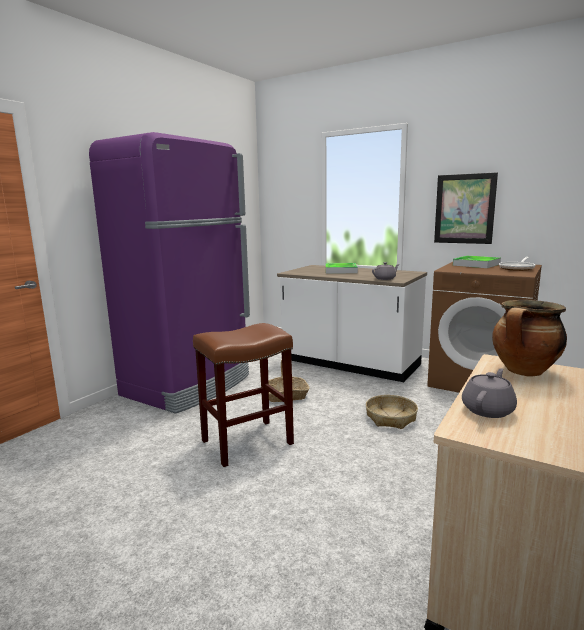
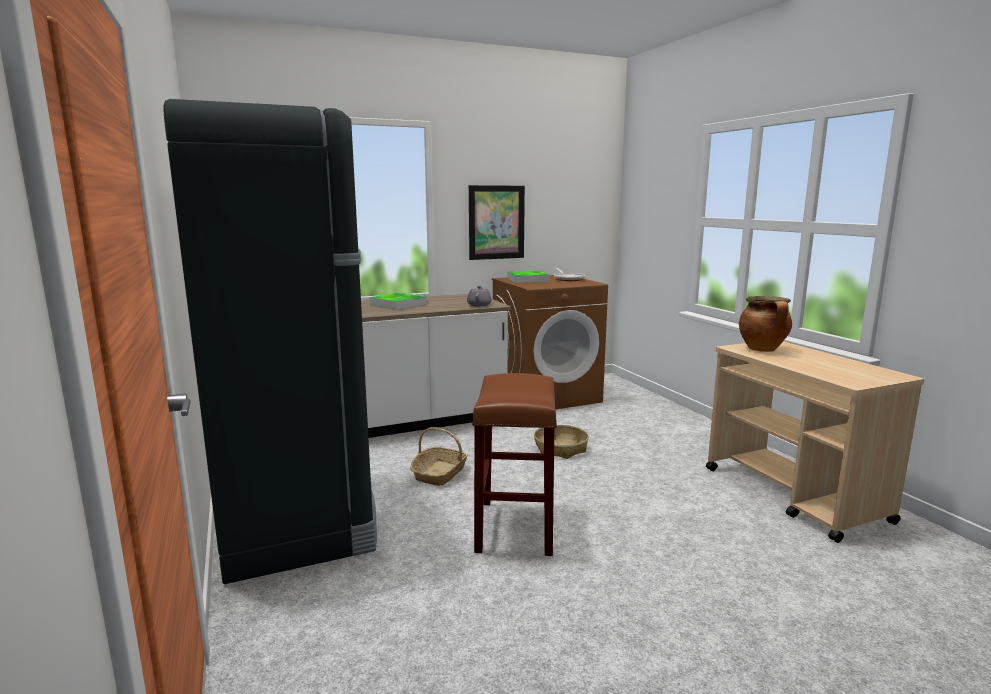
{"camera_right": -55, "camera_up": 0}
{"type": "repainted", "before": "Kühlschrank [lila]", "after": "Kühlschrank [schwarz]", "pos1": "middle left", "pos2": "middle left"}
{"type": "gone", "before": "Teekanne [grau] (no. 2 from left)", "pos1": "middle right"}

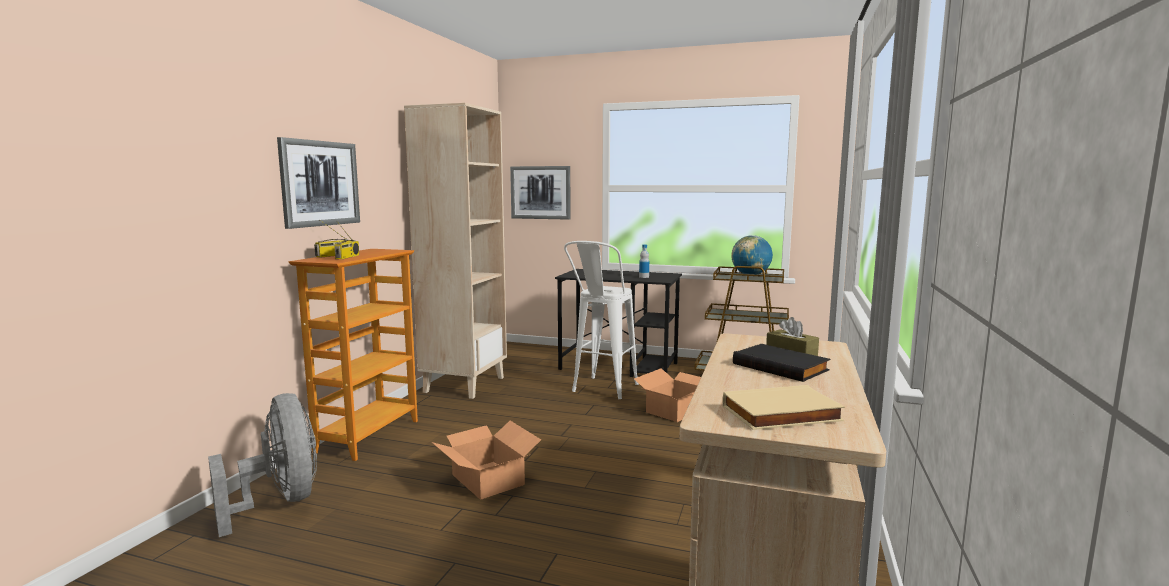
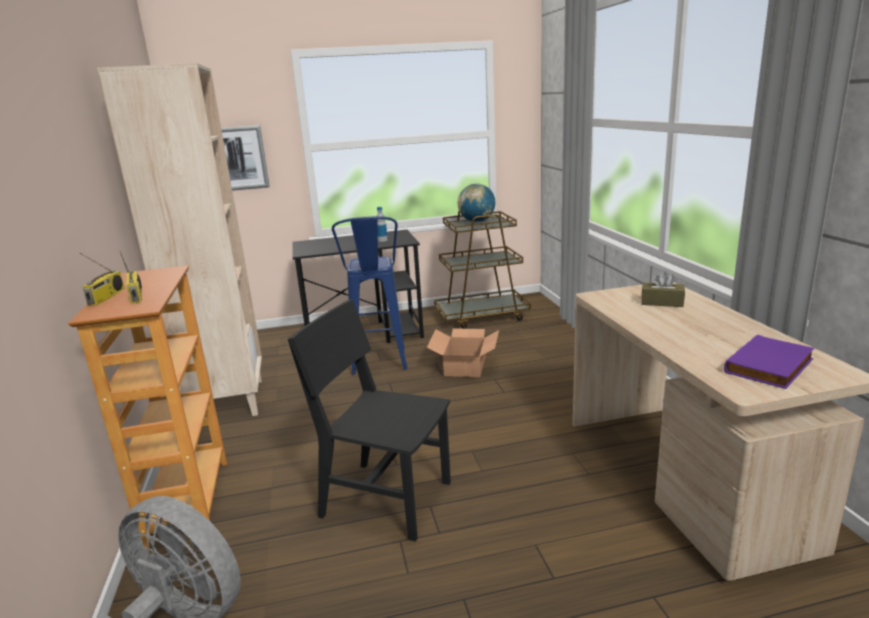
{"camera_right": -30, "camera_up": 10}
{"type": "swapped", "before": "Karton (no. 1 from left)", "after": "Stuhl [schwarz]", "pos1": "bottom centre", "pos2": "bottom centre"}
{"type": "repainted", "before": "Hocker [weiß]", "after": "Hocker [blau]", "pos1": "centre", "pos2": "centre"}
{"type": "repainted", "before": "Buch [beige]", "after": "Buch [lila]", "pos1": "bottom right", "pos2": "middle right"}
{"type": "gone", "before": "Bild (no. 1 from left)", "pos1": "top left"}
{"type": "gone", "before": "Buch [schwarz]", "pos1": "middle right"}

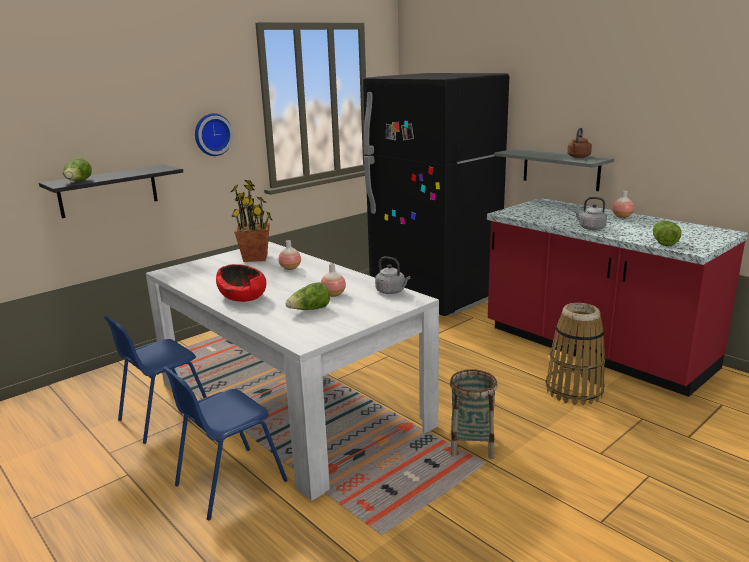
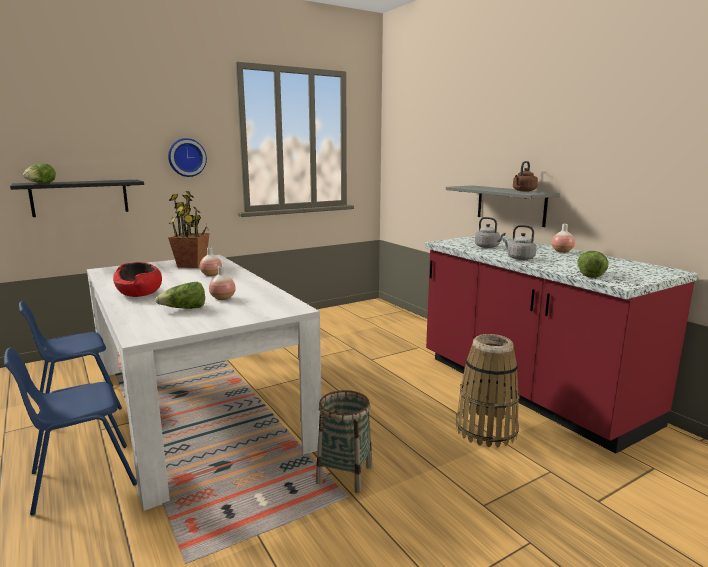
{"camera_right": 10, "camera_up": -5}
{"type": "shifted", "before": "Wasserkessel [grau] (no. 1 from left)", "pos1": "centre", "pos2": "middle right"}
{"type": "gone", "before": "Kühlschrank [schwarz]", "pos1": "centre"}

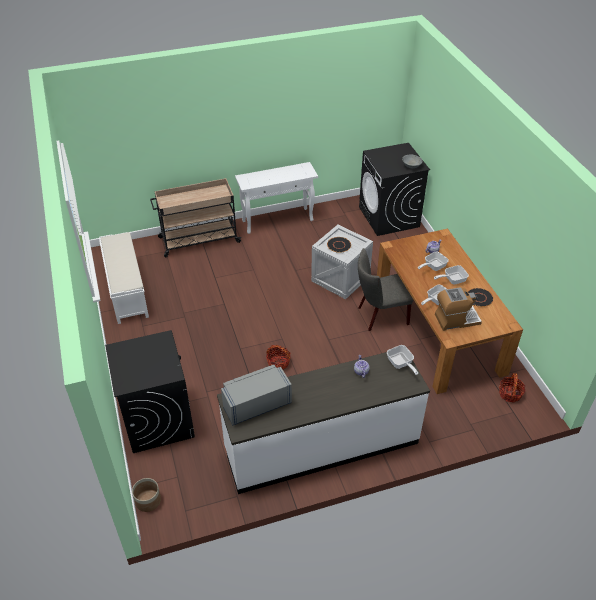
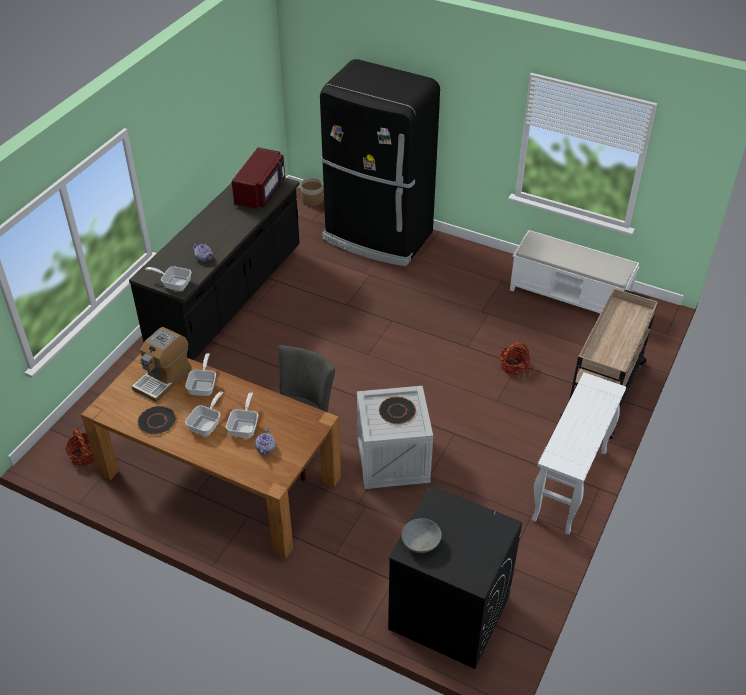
{"camera_right": 135, "camera_up": 0}
{"type": "repainted", "before": "Küchenzeile [weiß]", "after": "Küchenzeile [schwarz]", "pos1": "bottom centre", "pos2": "middle left"}
{"type": "repainted", "before": "Mikrowelle [grau]", "after": "Mikrowelle [rot]", "pos1": "centre", "pos2": "top centre"}
{"type": "swapped", "before": "Waschmaschine [schwarz] (no. 1 from left)", "after": "Kühlschrank [schwarz]", "pos1": "middle left", "pos2": "top centre"}
{"type": "shifted", "before": "Korb (no. 1 from left in the first image)", "after": "Korb (no. 2 from left)", "pos1": "centre", "pos2": "middle right"}

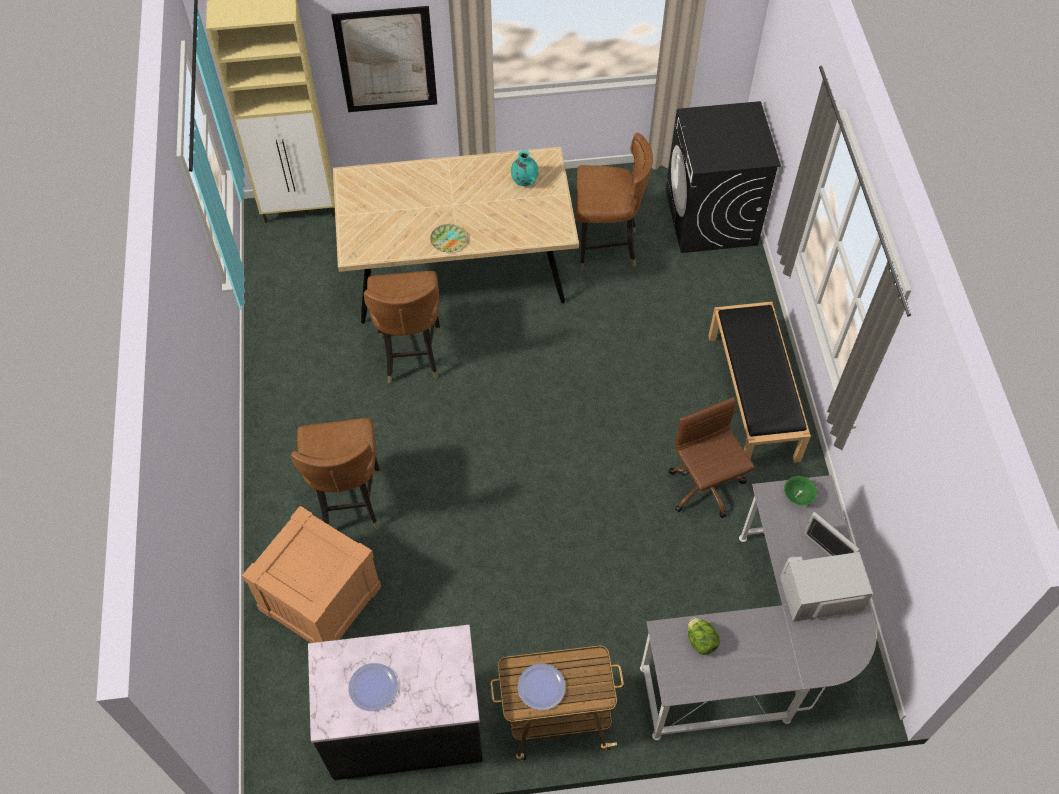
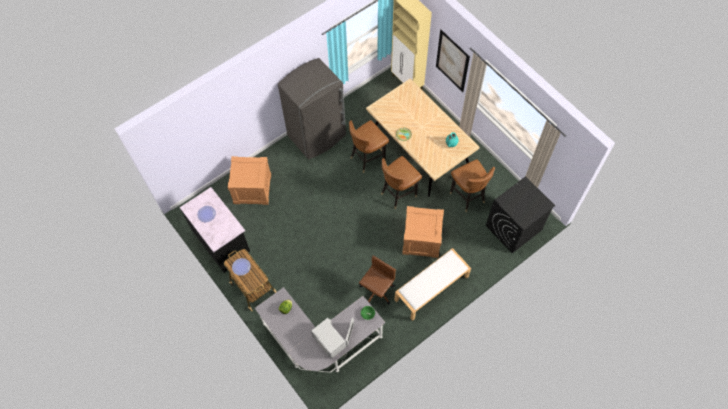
{"camera_right": 60, "camera_up": 5}
{"type": "new", "after": "Kühlschrank [grau]", "pos2": "top centre"}
{"type": "shifted", "before": "Stuhl [braun] (no. 1 from left in the first image)", "after": "Stuhl [braun] (no. 2 from left)", "pos1": "middle left", "pos2": "centre"}
{"type": "repainted", "before": "Bank [schwarz]", "after": "Bank [weiß]", "pos1": "middle right", "pos2": "bottom centre"}
{"type": "new", "after": "Kiste (no. 2 from left)", "pos2": "centre"}

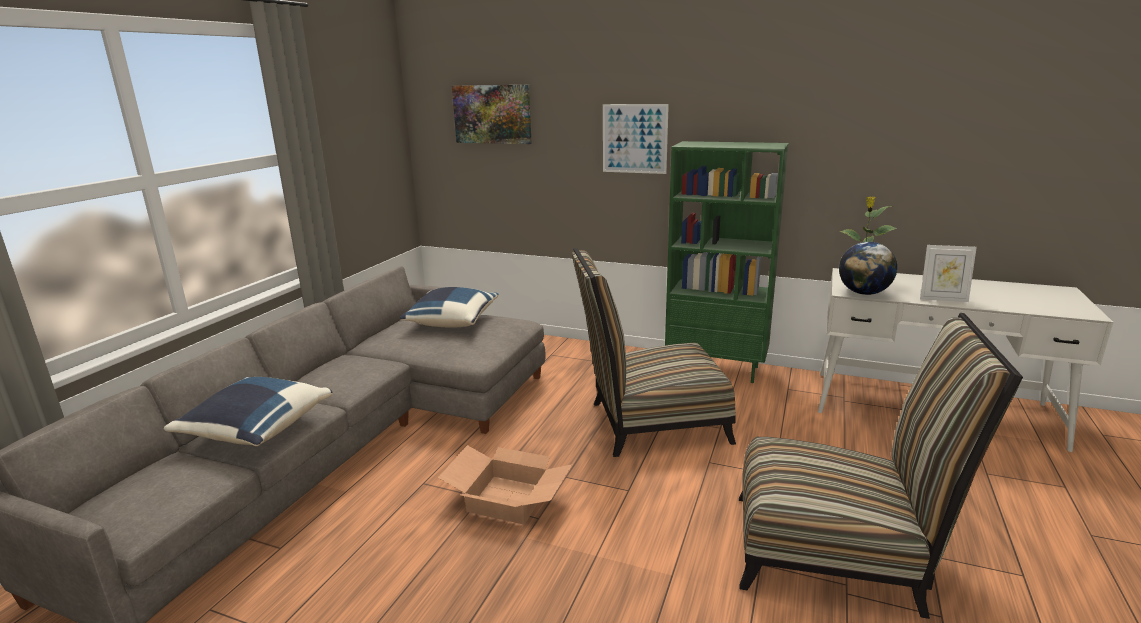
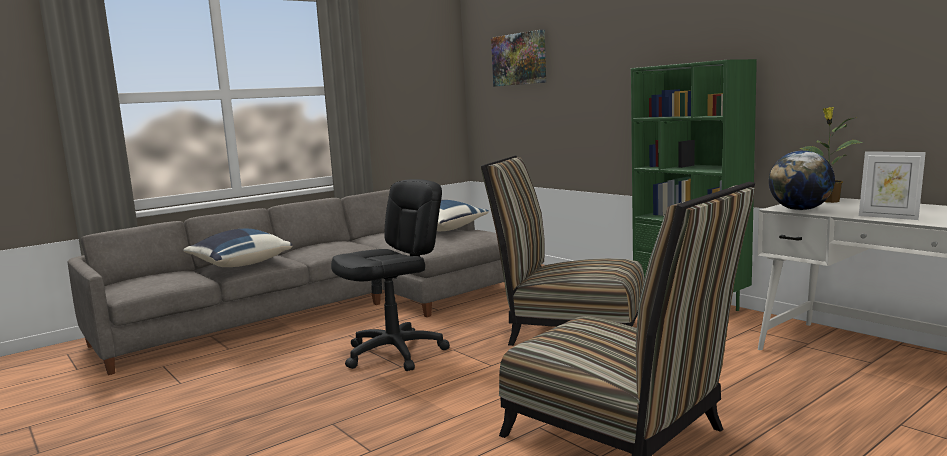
{"camera_right": 30, "camera_up": -10}
{"type": "swapped", "before": "Karton", "after": "Bürostuhl [schwarz]", "pos1": "bottom centre", "pos2": "centre"}
{"type": "gone", "before": "Bild (no. 2 from left)", "pos1": "top centre"}

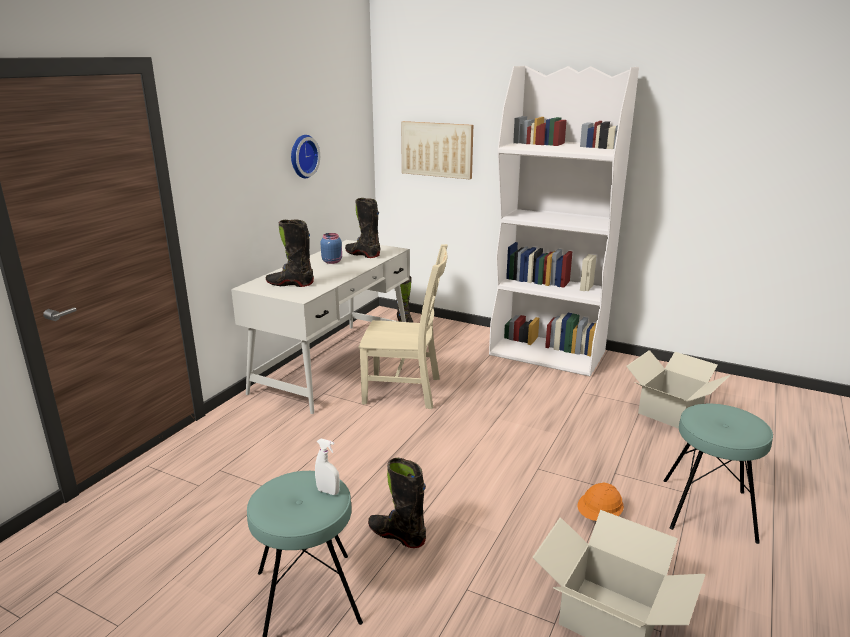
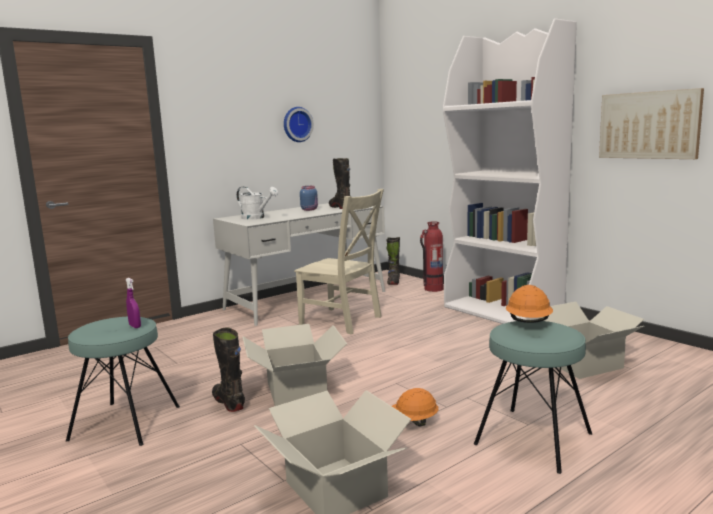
{"camera_right": 25, "camera_up": -10}
{"type": "repainted", "before": "Sprühflasche [weiß]", "after": "Sprühflasche [lila]", "pos1": "bottom centre", "pos2": "middle left"}
{"type": "swapped", "before": "Stiefel [schwarz] (no. 1 from left)", "after": "Gießkanne [weiß]", "pos1": "centre", "pos2": "centre"}
{"type": "new", "after": "Karton (no. 1 from left)", "pos2": "bottom centre"}
{"type": "new", "after": "Feuerlöscher", "pos2": "centre"}
{"type": "new", "after": "Schutzhelm [orange] (no. 2 from left)", "pos2": "middle right"}
{"type": "shifted", "before": "Bild", "pos1": "top centre", "pos2": "top right"}

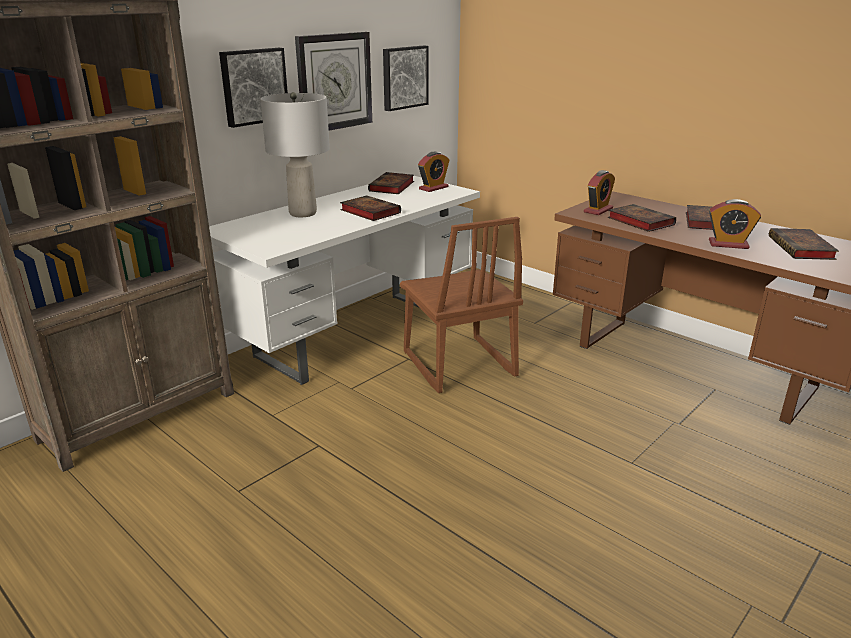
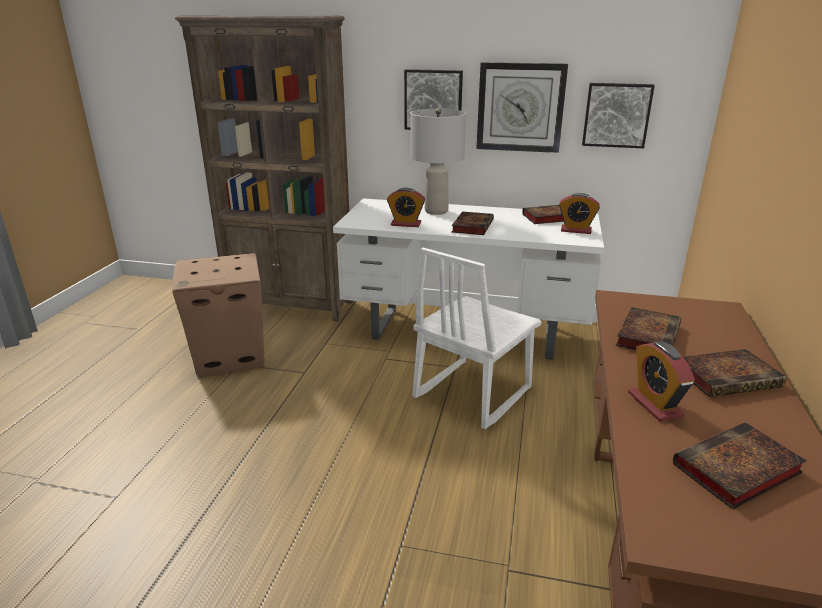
{"camera_right": 60, "camera_up": 0}
{"type": "new", "after": "Karton", "pos2": "middle left"}
{"type": "shifted", "before": "Wecker (no. 2 from left in the first image)", "after": "Wecker (no. 1 from left)", "pos1": "top right", "pos2": "centre"}
{"type": "repainted", "before": "Stuhl [braun]", "after": "Stuhl [weiß]", "pos1": "centre", "pos2": "centre"}

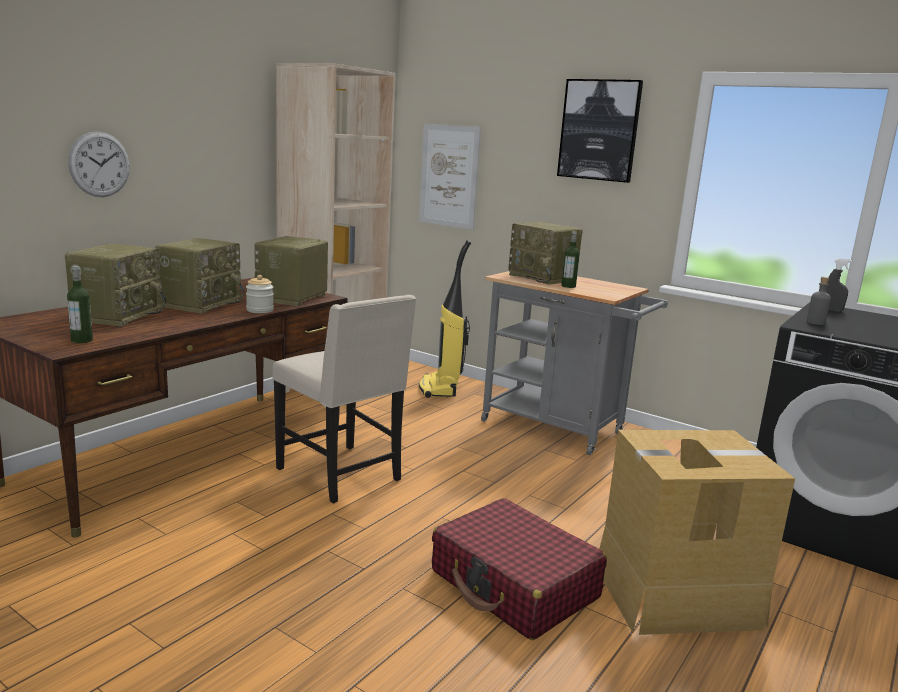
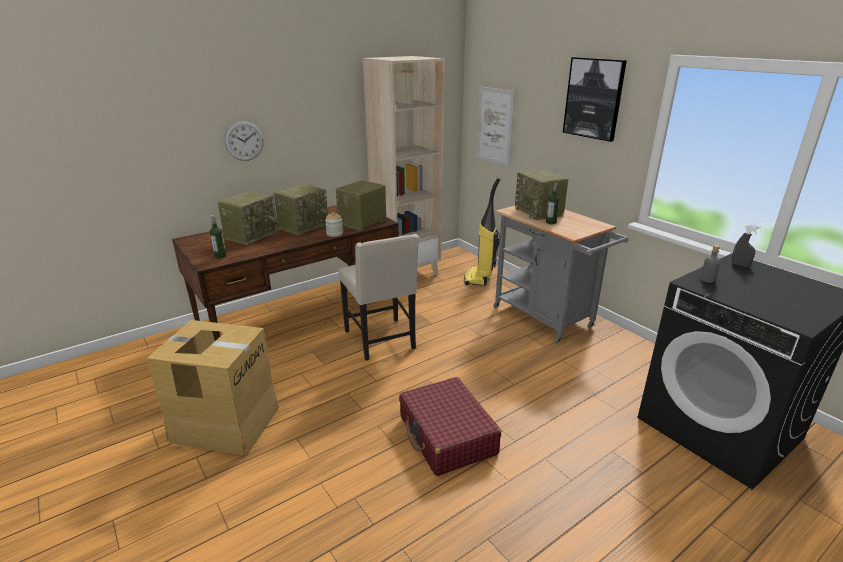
{"camera_right": 20, "camera_up": 10}
{"type": "shifted", "before": "Karton", "pos1": "bottom right", "pos2": "bottom left"}

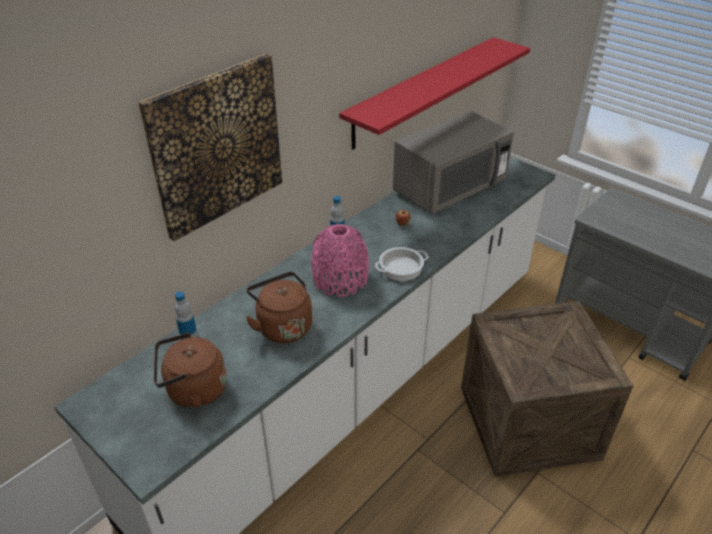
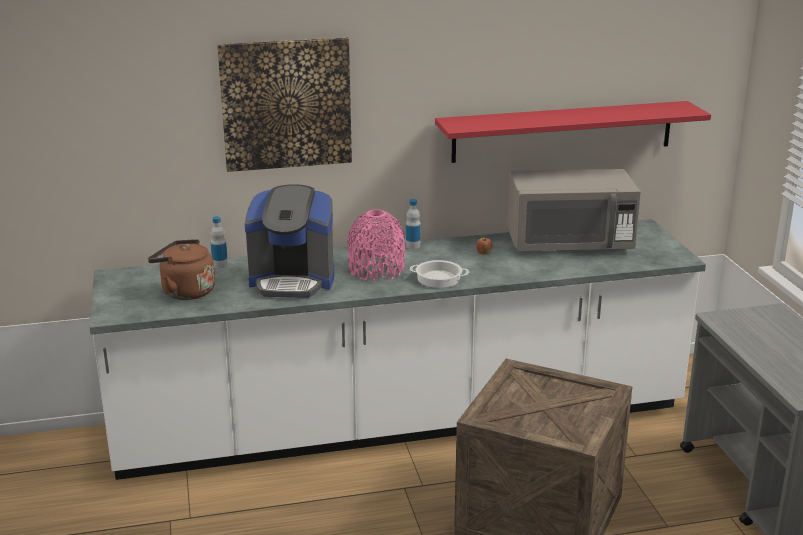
{"camera_right": 35, "camera_up": -15}
{"type": "swapped", "before": "Wasserkessel [braun] (no. 2 from left)", "after": "Kaffeemaschine", "pos1": "centre", "pos2": "centre"}

